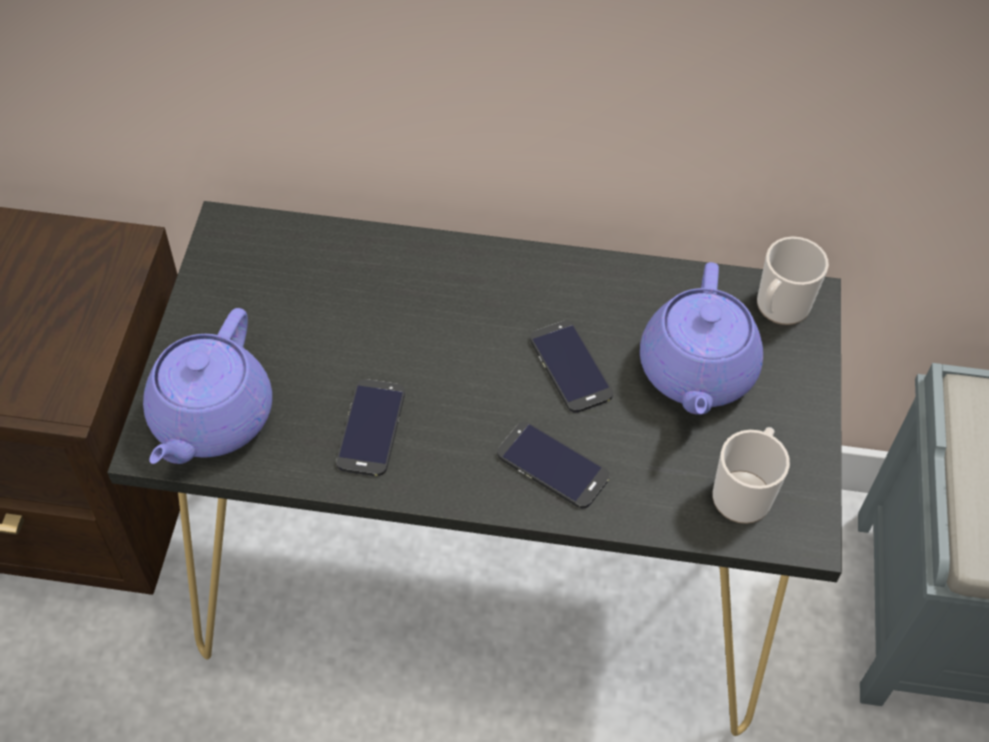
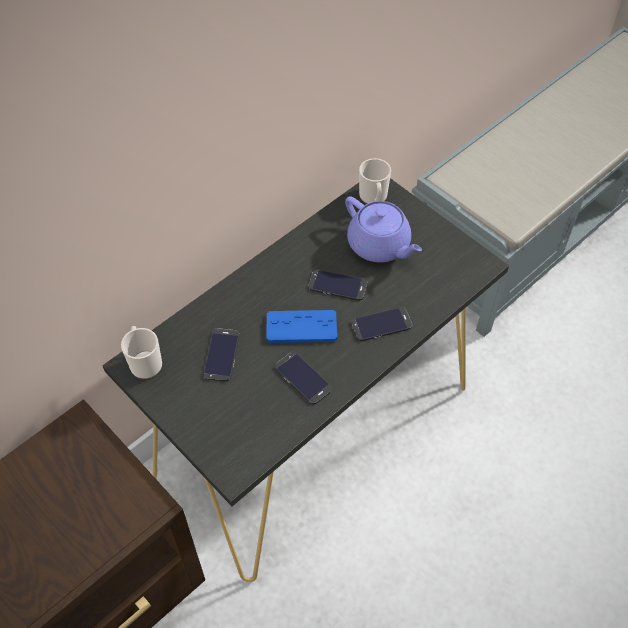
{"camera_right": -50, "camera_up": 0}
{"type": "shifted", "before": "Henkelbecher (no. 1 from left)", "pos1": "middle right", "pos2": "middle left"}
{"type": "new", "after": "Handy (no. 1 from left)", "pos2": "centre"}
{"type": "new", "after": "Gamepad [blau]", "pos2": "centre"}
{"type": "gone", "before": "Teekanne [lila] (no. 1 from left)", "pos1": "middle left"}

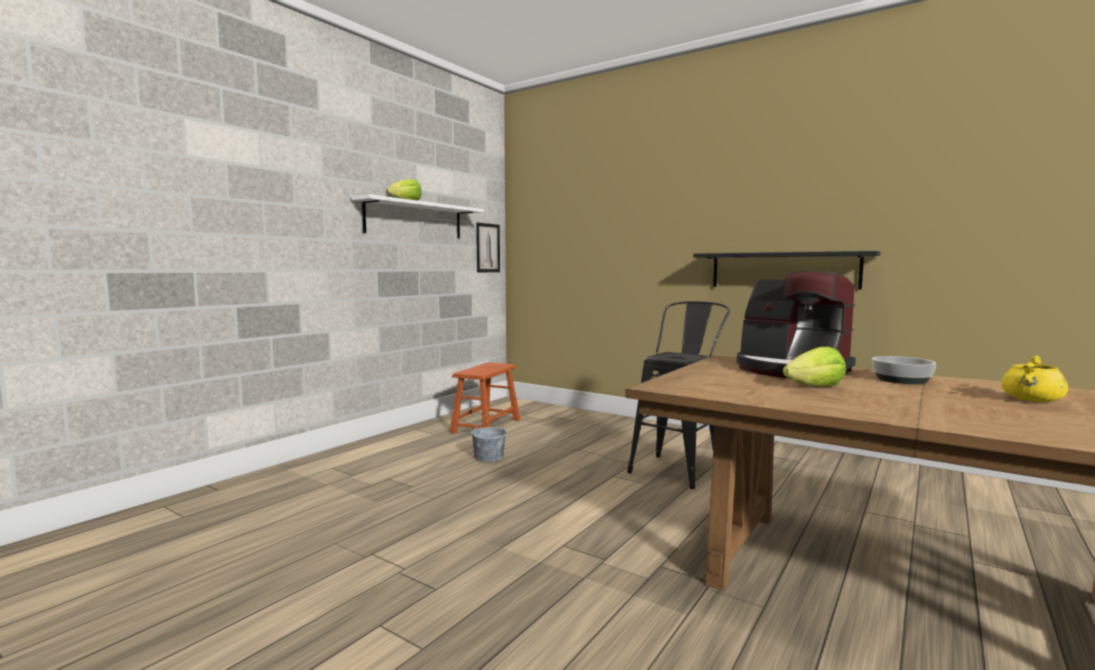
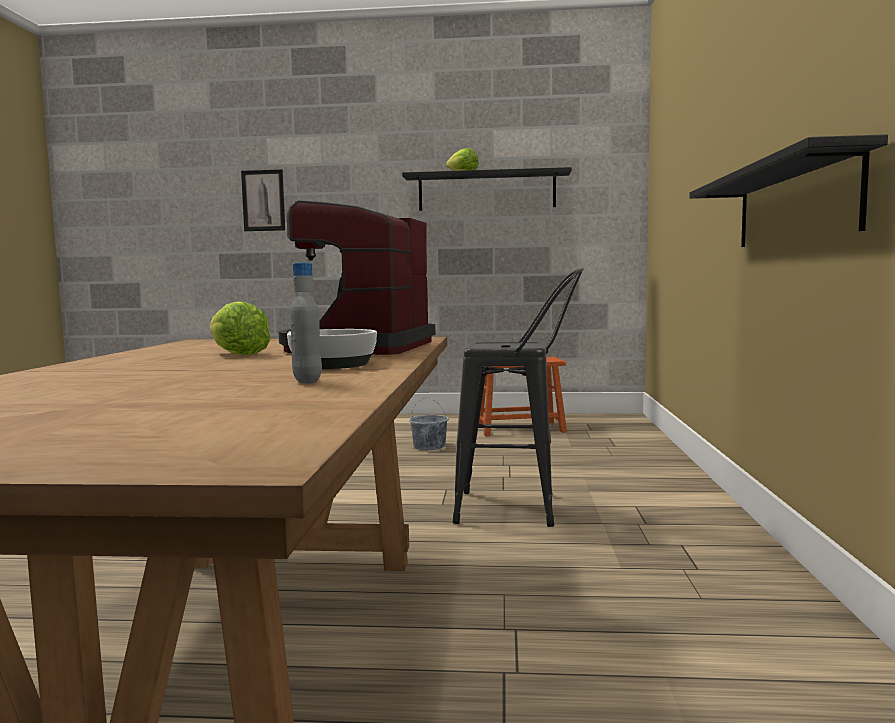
{"camera_right": 60, "camera_up": 0}
{"type": "shifted", "before": "Bild", "pos1": "centre", "pos2": "top left"}
{"type": "new", "after": "Flasche [grau]", "pos2": "centre"}
{"type": "repainted", "before": "Wandregal [weiß]", "after": "Wandregal [schwarz] (no. 1 from left)", "pos1": "top centre", "pos2": "top centre"}
{"type": "gone", "before": "Kochtopf [gelb]", "pos1": "middle right"}

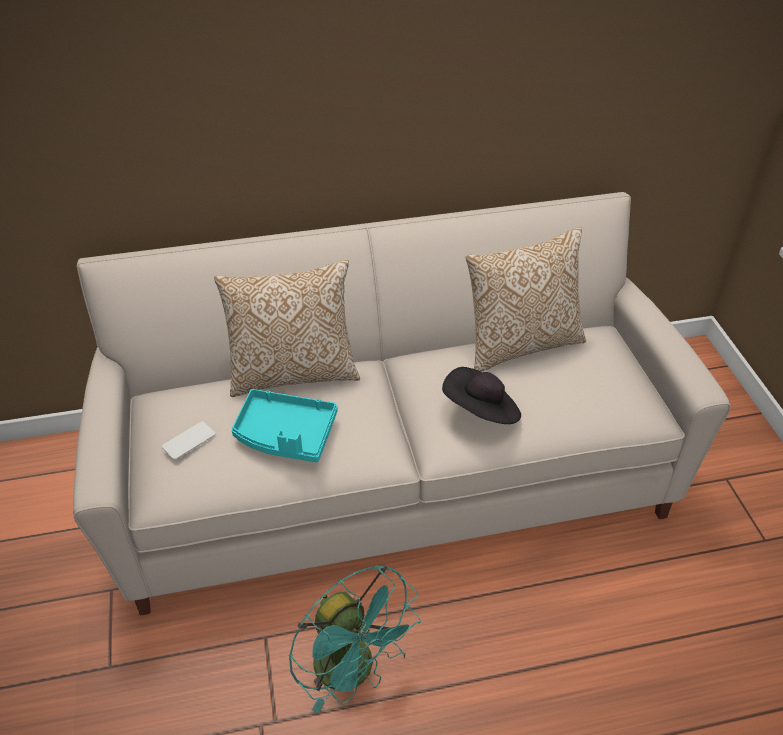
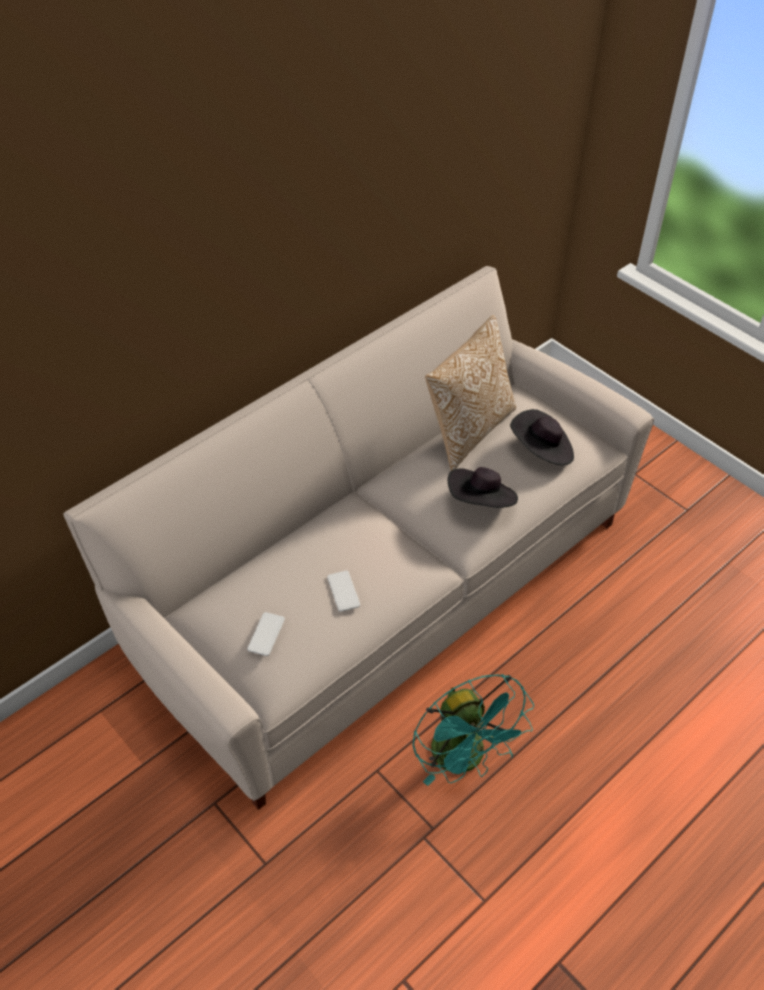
{"camera_right": -30, "camera_up": 5}
{"type": "swapped", "before": "Tablett [türkis]", "after": "Handy (no. 2 from left)", "pos1": "centre", "pos2": "centre"}
{"type": "rotated", "before": "Ventilator [türkis]", "pos1": "bottom centre", "pos2": "bottom centre", "turn": 45}
{"type": "new", "after": "Hut [schwarz] (no. 2 from left)", "pos2": "middle right"}
{"type": "gone", "before": "Kissen (no. 1 from left)", "pos1": "centre"}

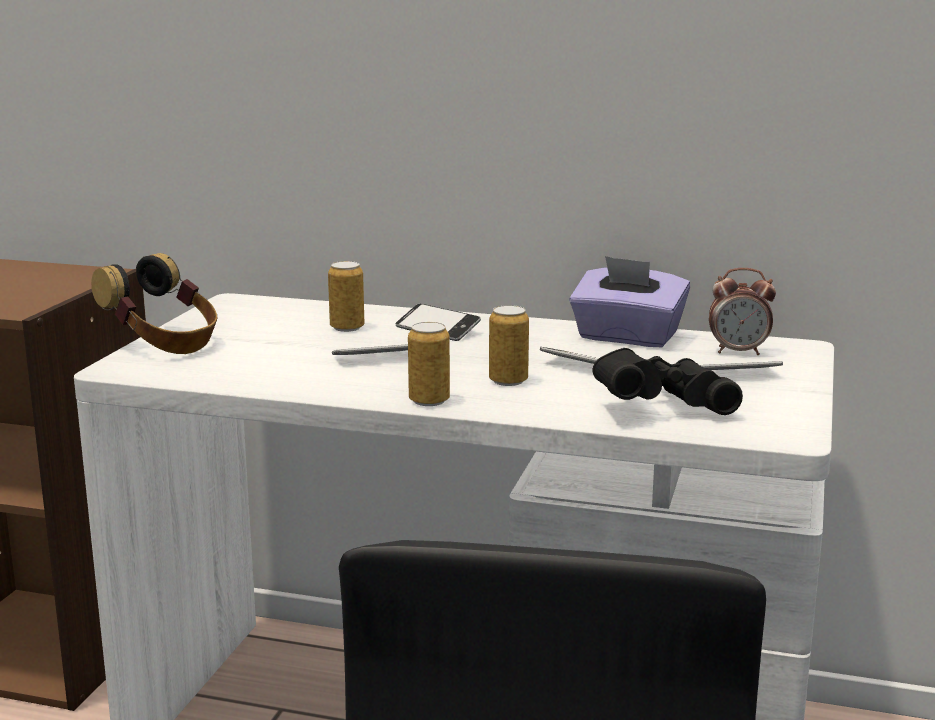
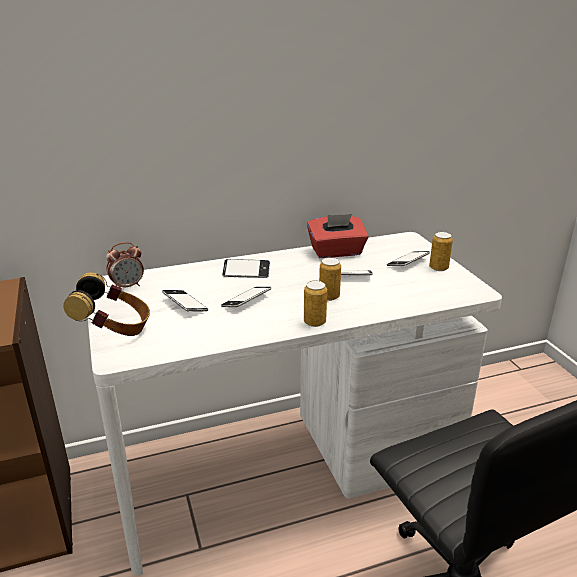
{"camera_right": -35, "camera_up": 10}
{"type": "shifted", "before": "Wecker", "pos1": "middle right", "pos2": "middle left"}
{"type": "new", "after": "Handy (no. 1 from left)", "pos2": "middle left"}
{"type": "repainted", "before": "Taschentuchbox [lila]", "after": "Taschentuchbox [rot]", "pos1": "middle right", "pos2": "centre"}
{"type": "shifted", "before": "Dose (no. 1 from left in the first image)", "after": "Dose (no. 3 from left)", "pos1": "centre", "pos2": "middle right"}
{"type": "gone", "before": "Fernglas [schwarz]", "pos1": "middle right"}

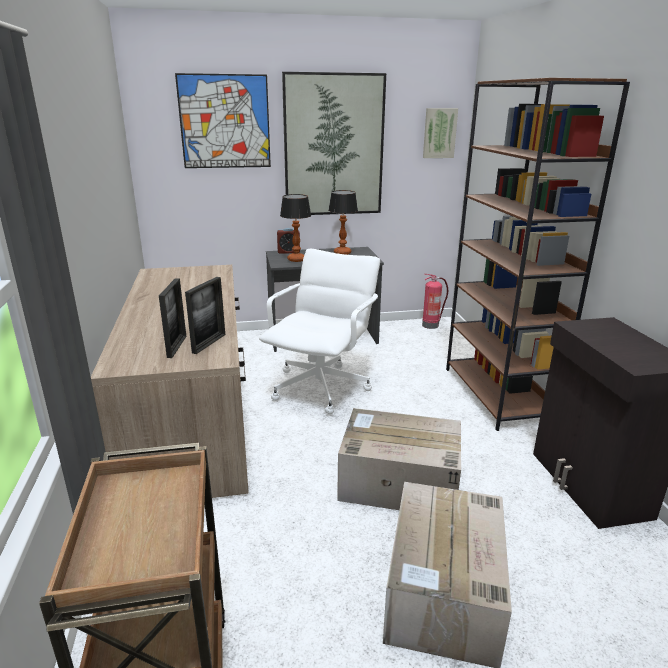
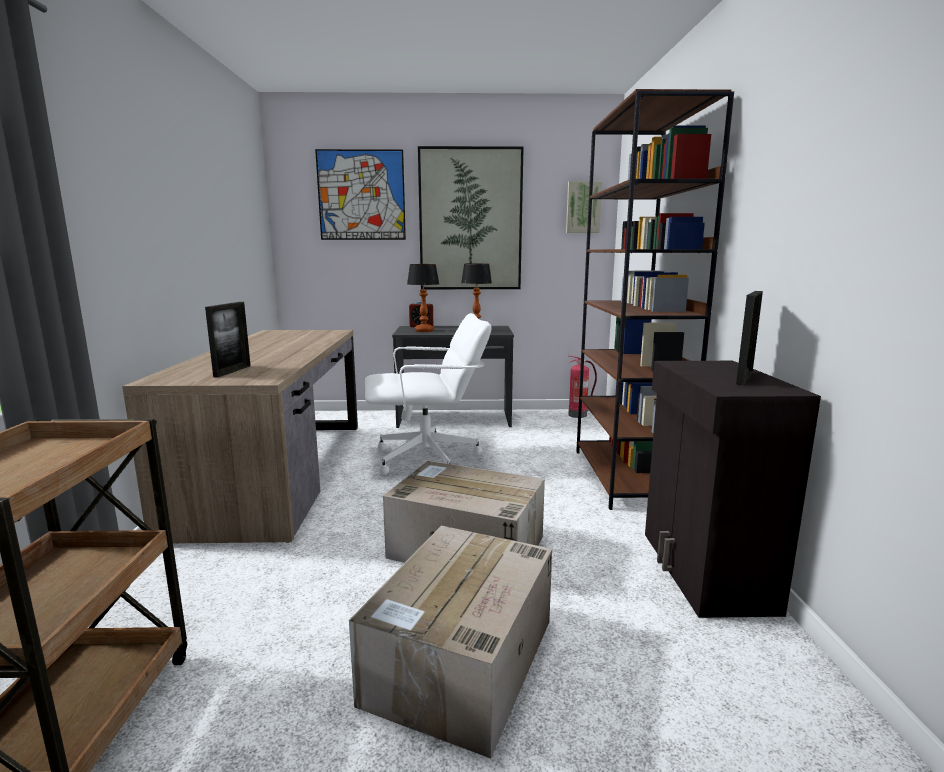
{"camera_right": 10, "camera_up": -10}
{"type": "rotated", "before": "Bürostuhl [weiß]", "pos1": "centre", "pos2": "centre", "turn": 45}
{"type": "shifted", "before": "Bilderrahmen (no. 2 from left)", "pos1": "middle left", "pos2": "middle right"}

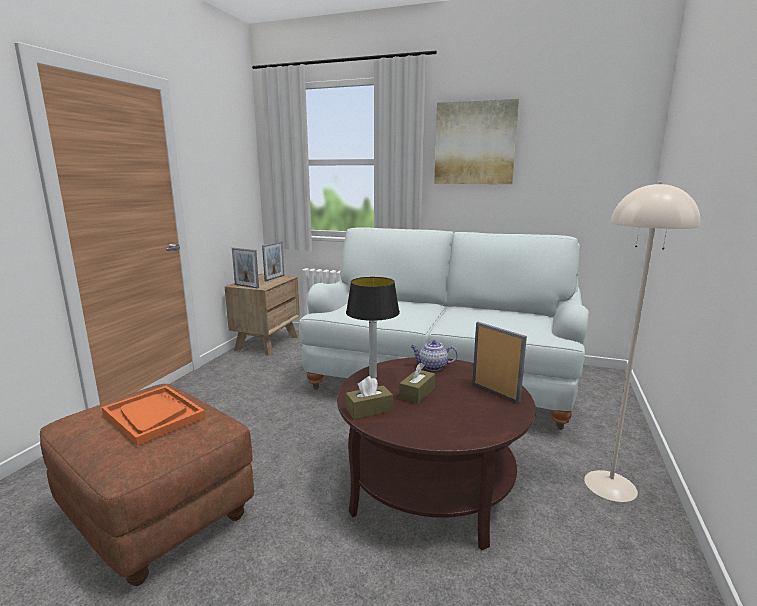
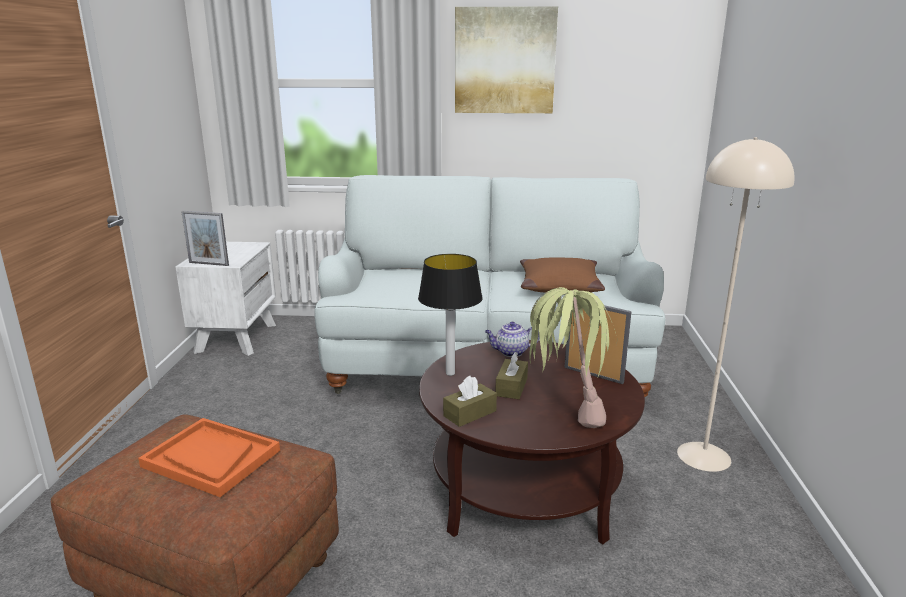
{"camera_right": -15, "camera_up": 5}
{"type": "repainted", "before": "Nachttisch [braun]", "after": "Nachttisch [weiß]", "pos1": "centre", "pos2": "middle left"}
{"type": "new", "after": "Kissen [braun]", "pos2": "centre"}
{"type": "new", "after": "Topfpflanze", "pos2": "centre"}
{"type": "gone", "before": "Bilderrahmen (no. 2 from left)", "pos1": "centre"}

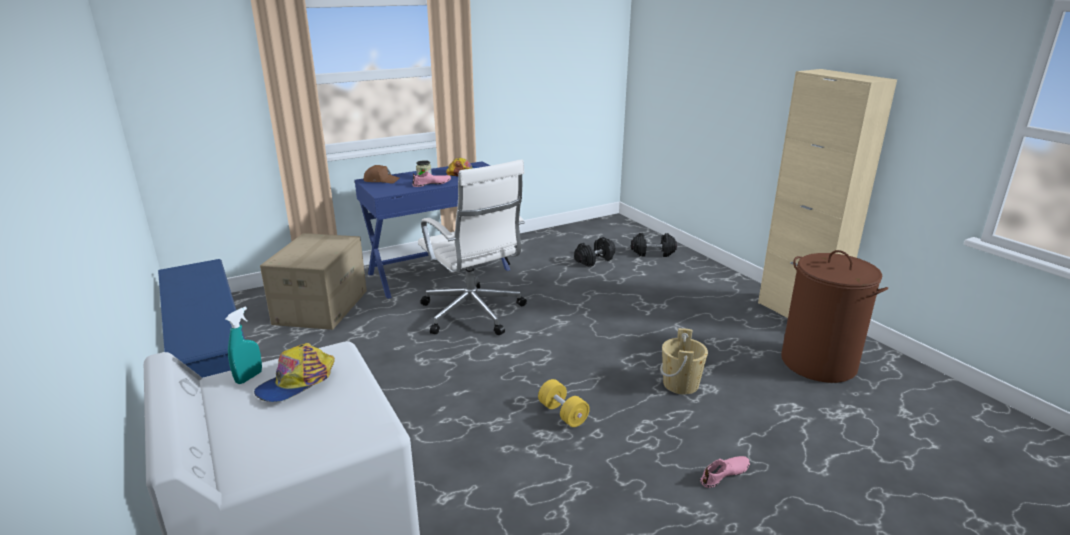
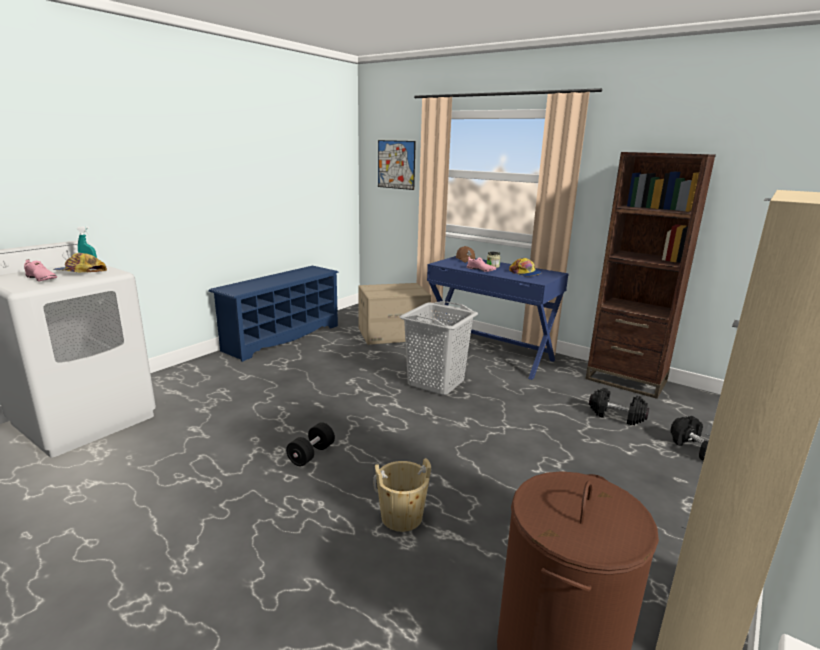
{"camera_right": 65, "camera_up": -5}
{"type": "shifted", "before": "Schuh [rosa] (no. 2 from left in the first image)", "after": "Schuh [rosa] (no. 1 from left)", "pos1": "bottom right", "pos2": "middle left"}
{"type": "repainted", "before": "Hantel [gelb]", "after": "Hantel [schwarz] (no. 1 from left)", "pos1": "bottom centre", "pos2": "bottom centre"}
{"type": "new", "after": "Bild", "pos2": "top centre"}
{"type": "swapped", "before": "Bürostuhl [weiß]", "after": "Wäschekorb [grau]", "pos1": "centre", "pos2": "centre"}
{"type": "new", "after": "Bücherregal [braun]", "pos2": "middle right"}

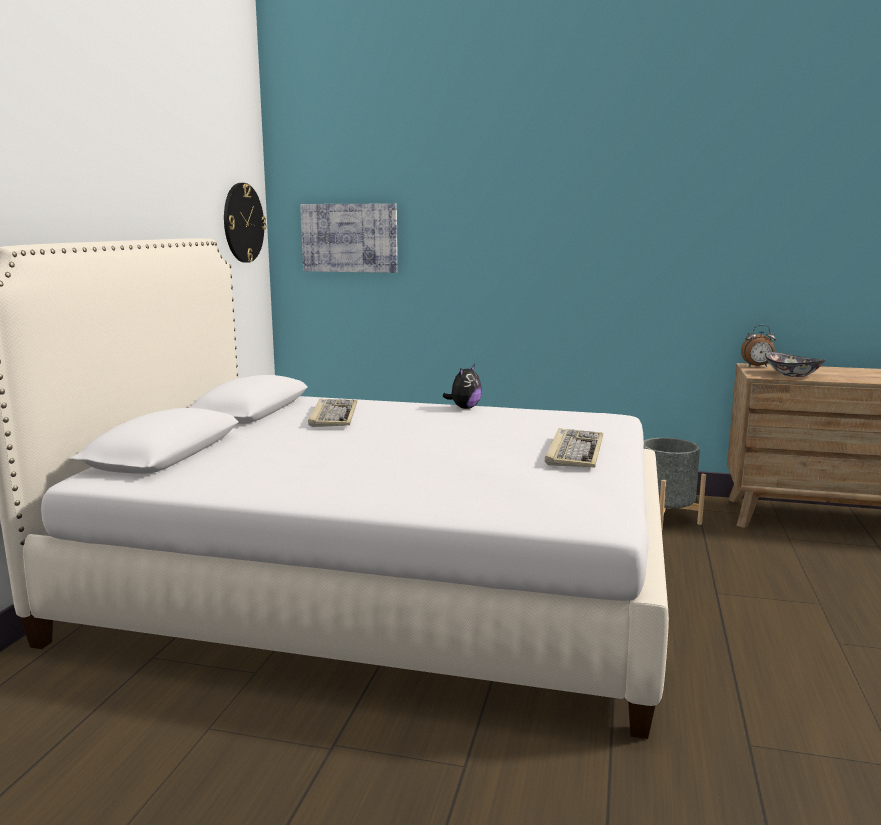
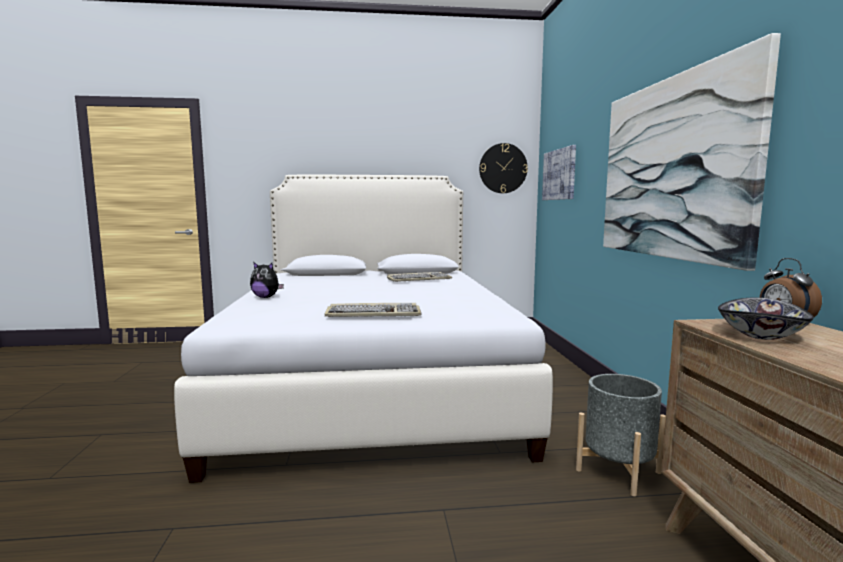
{"camera_right": 70, "camera_up": -5}
{"type": "shifted", "before": "Plüschtier", "pos1": "centre", "pos2": "middle left"}
{"type": "new", "after": "Bild (no. 2 from left)", "pos2": "top right"}

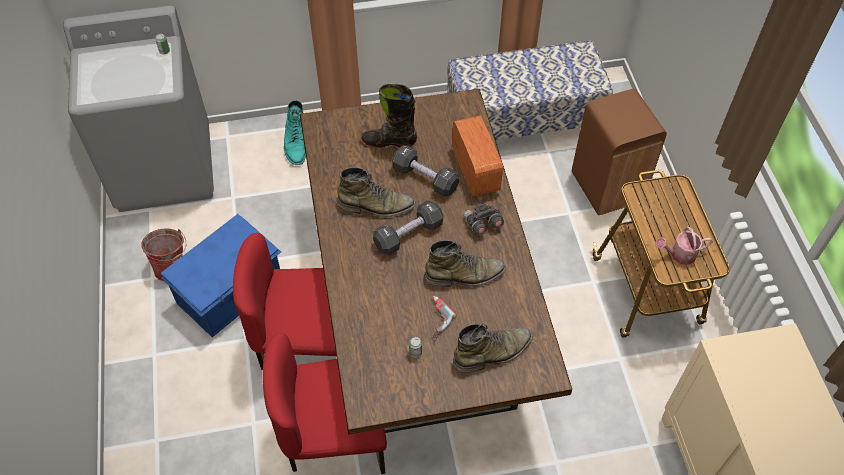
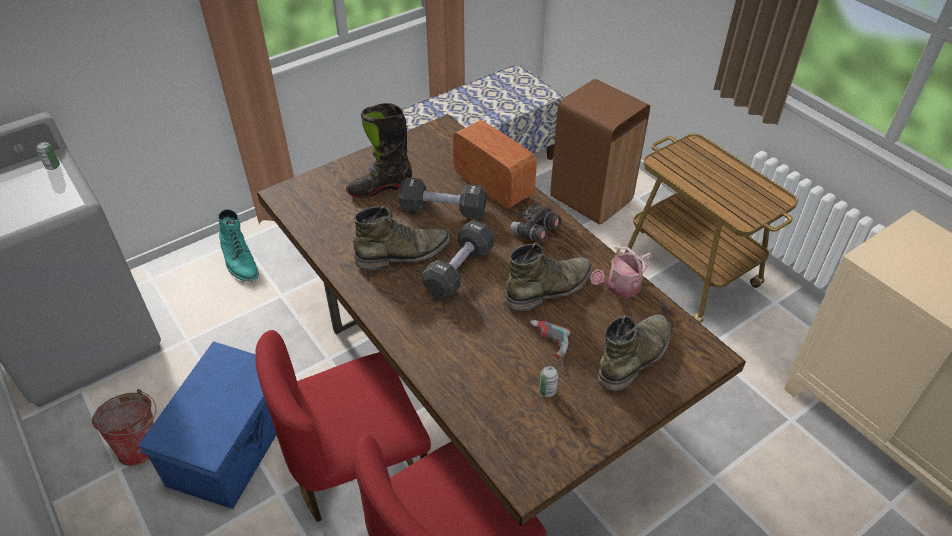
{"camera_right": -25, "camera_up": -10}
{"type": "shifted", "before": "Gießkanne", "pos1": "middle right", "pos2": "centre"}

